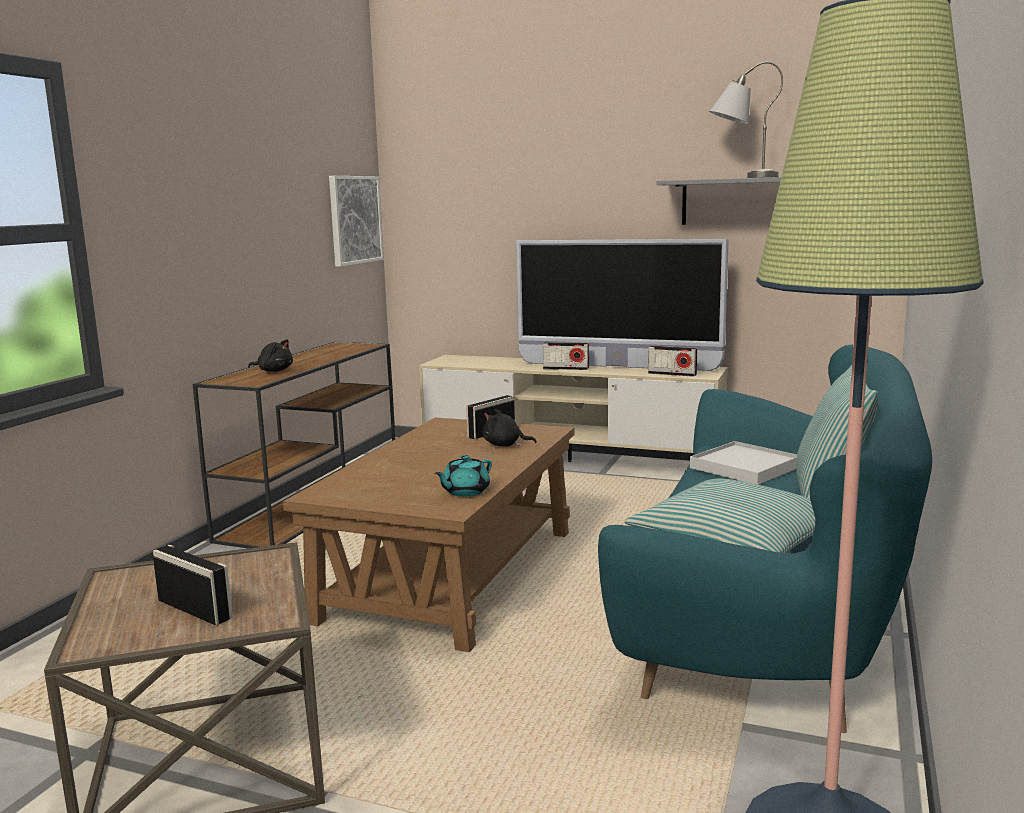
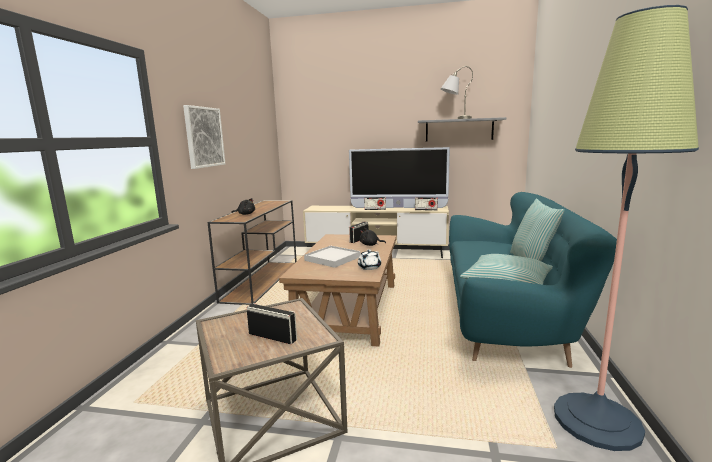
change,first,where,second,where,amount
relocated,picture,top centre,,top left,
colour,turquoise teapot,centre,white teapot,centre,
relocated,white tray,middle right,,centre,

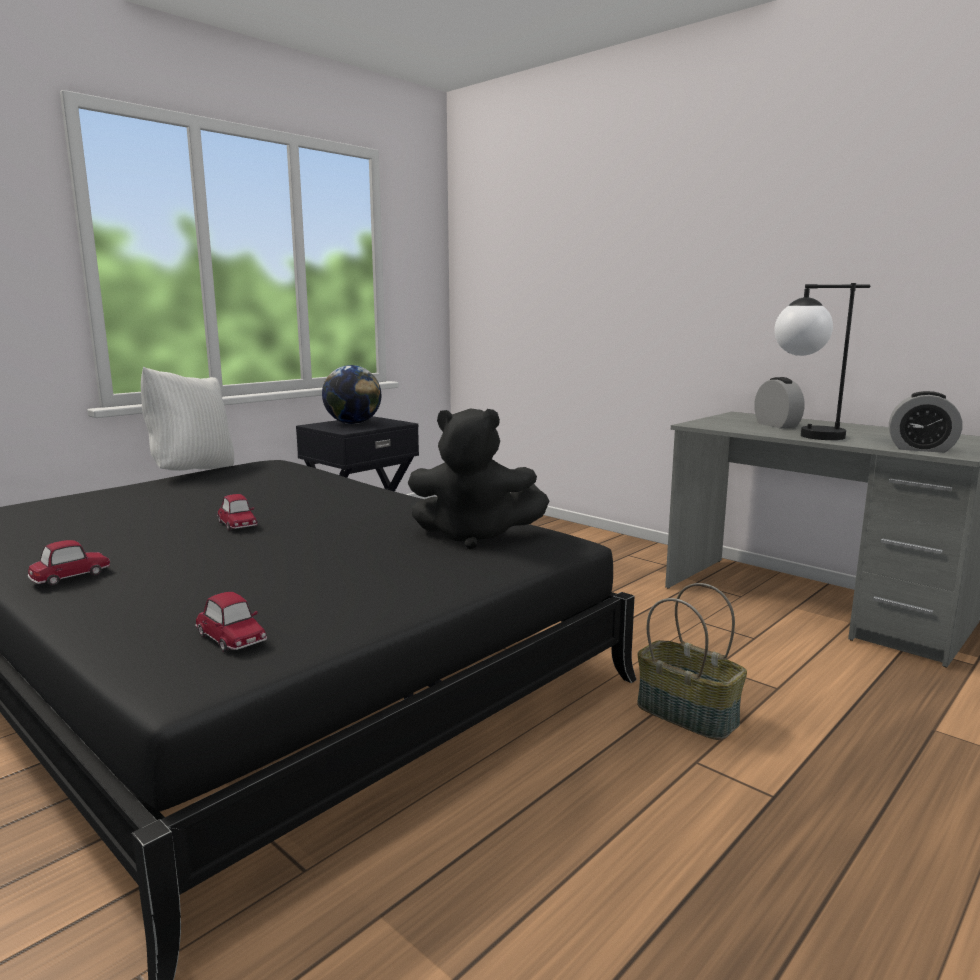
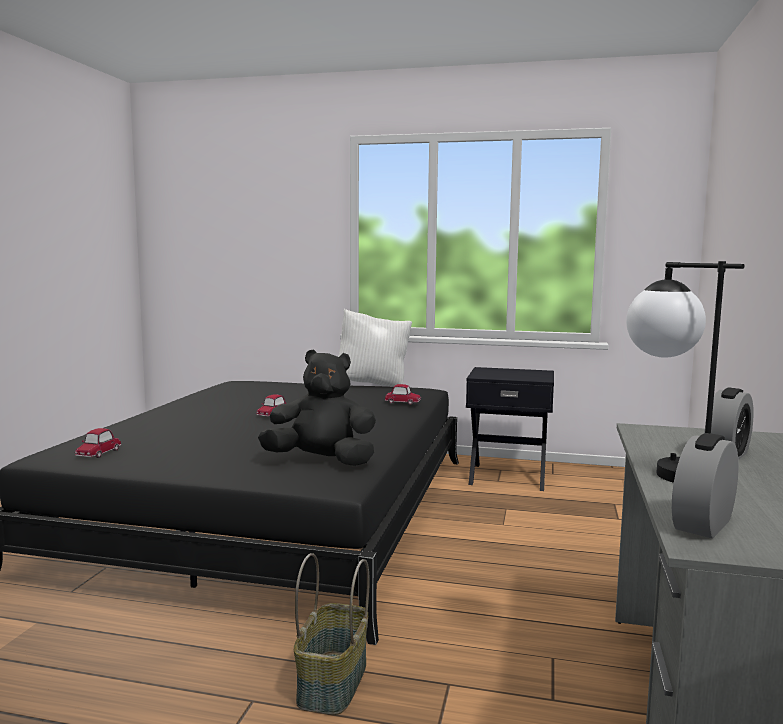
change,first,where,second,where,amount
relocated,toy car (no. 1 from left in the first image),middle left,toy car (no. 3 from left),centre,
missing,globe,centre,,,
spun,black plush toy,centre,,centre,120 degrees clockwise
spun,alarm clock (no. 2 from left in the first image),middle right,alarm clock (no. 1 from left),bottom right,45 degrees clockwise

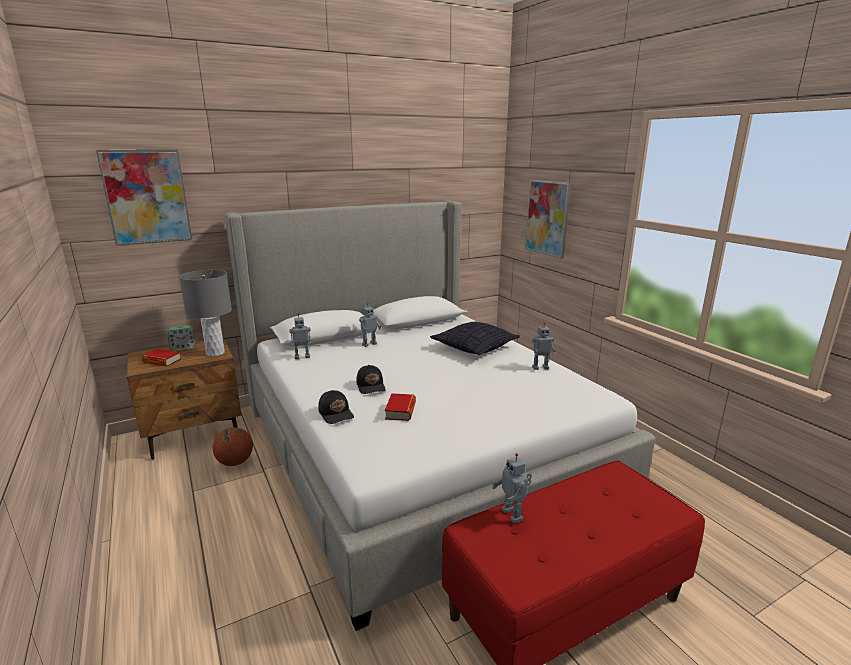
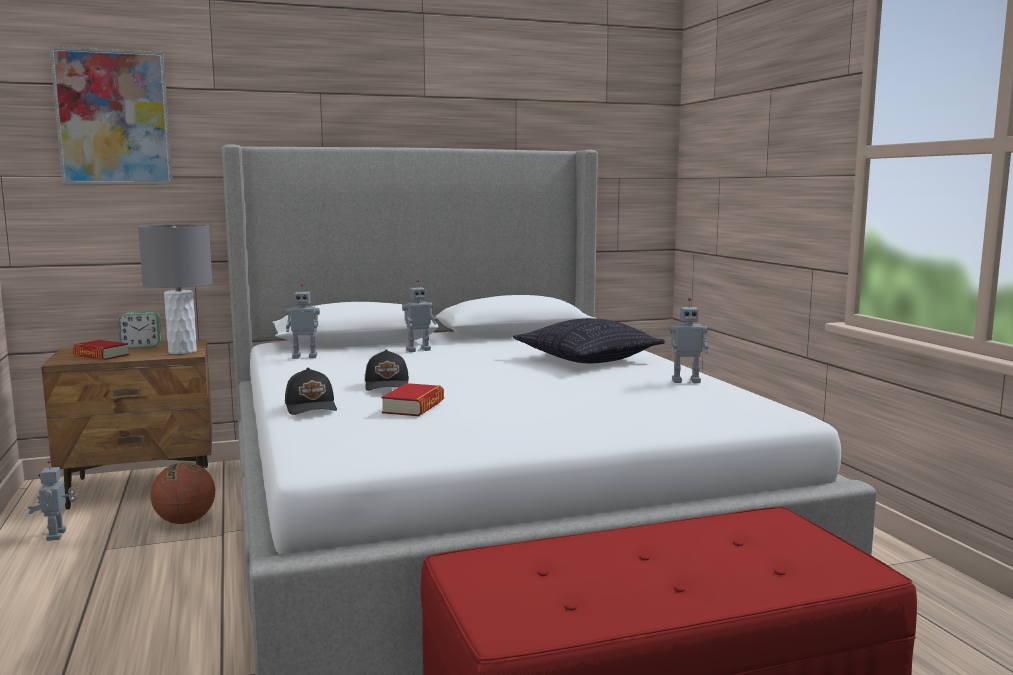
change,first,where,second,where,amount
relocated,toy robot (no. 3 from left in the first image),bottom centre,toy robot (no. 1 from left),bottom left,
missing,picture (no. 2 from left),top centre,,,

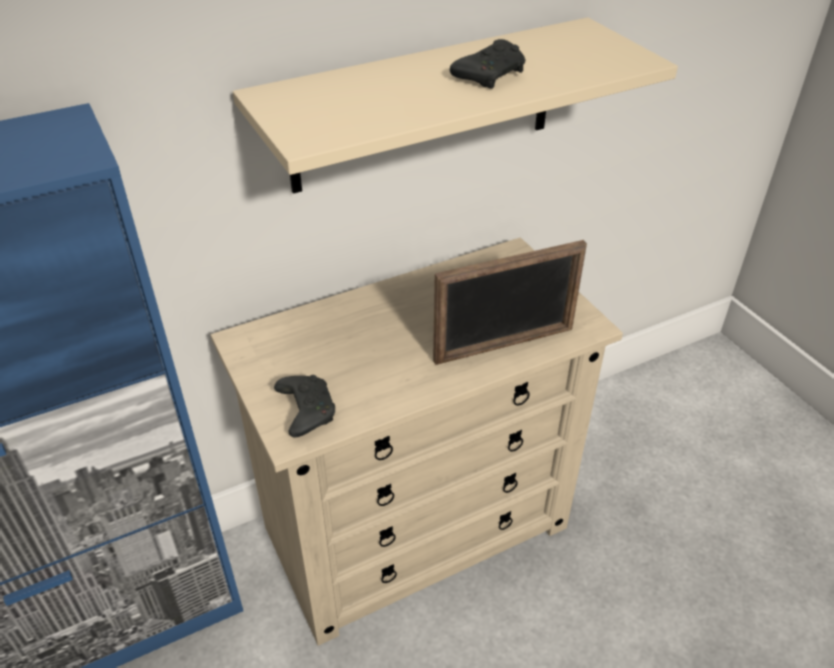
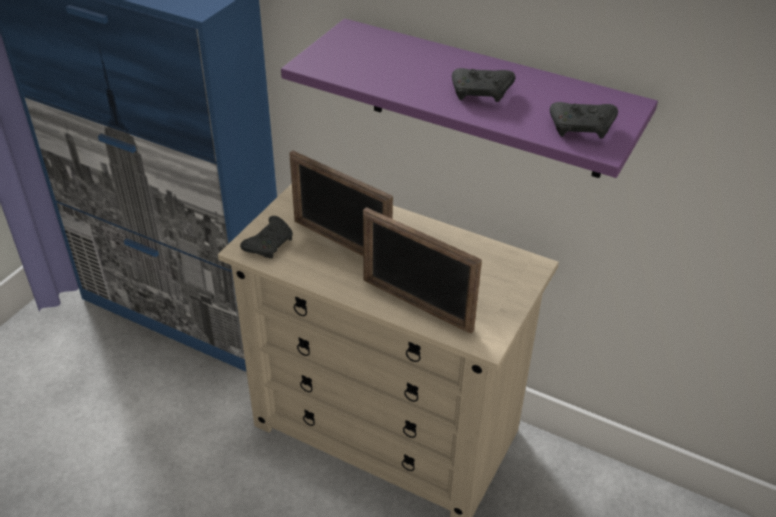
change,first,where,second,where,amount
colour,beige shelf,top centre,purple shelf,top centre,
appeared,,,picture frame (no. 1 from left),centre,
appeared,,,black game controller (no. 3 from left),top right,

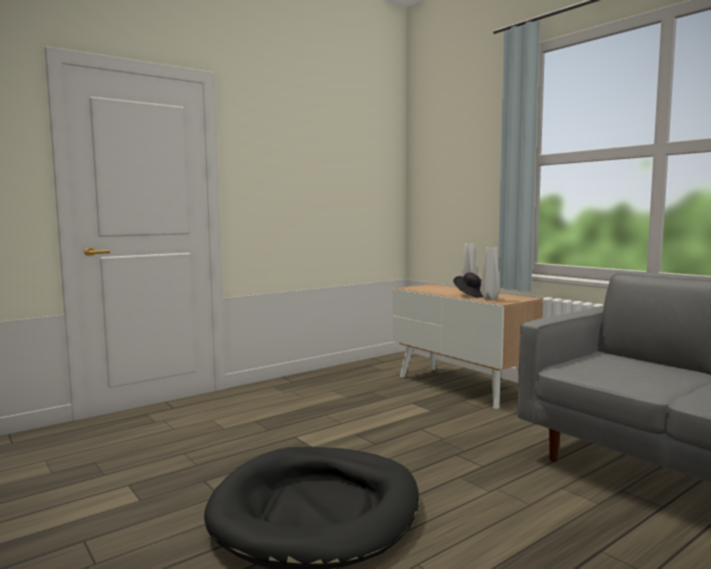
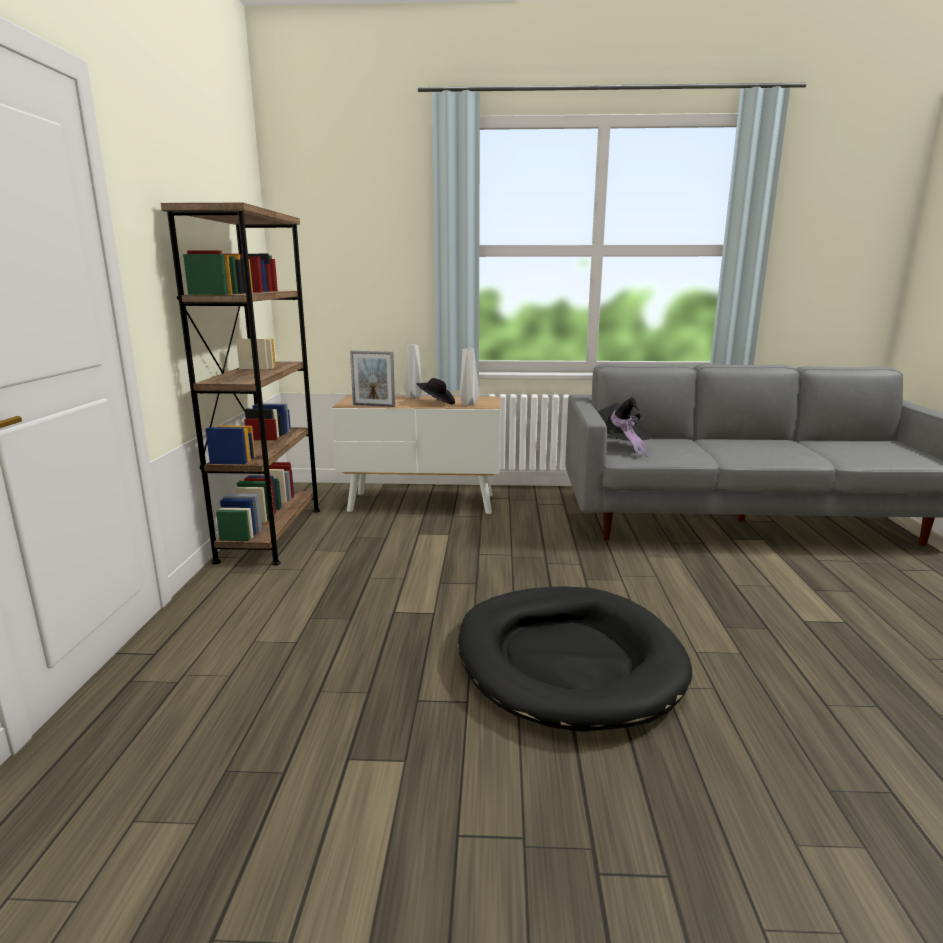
change,first,where,second,where,amount
appeared,,,brown bookcase,middle left,
appeared,,,picture frame,centre,
appeared,,,black hat (no. 2 from left),centre,

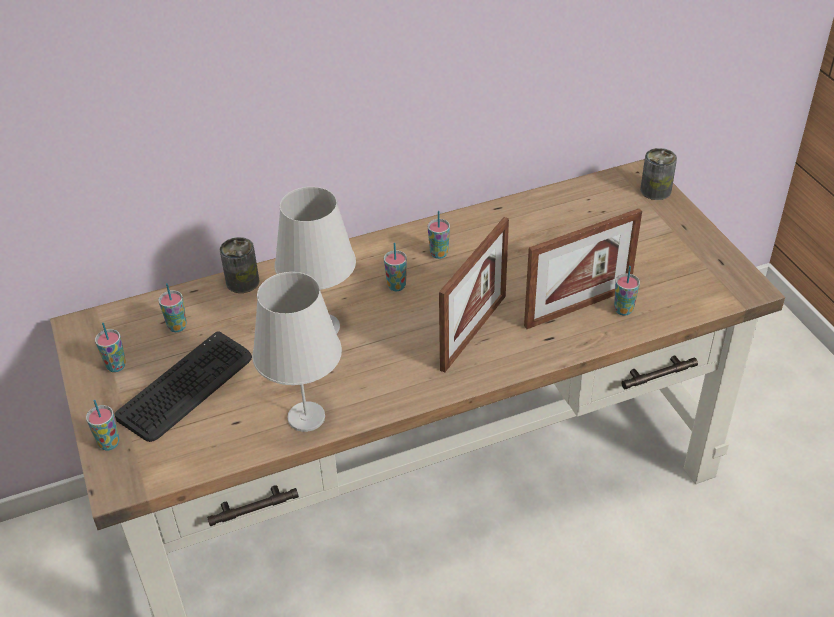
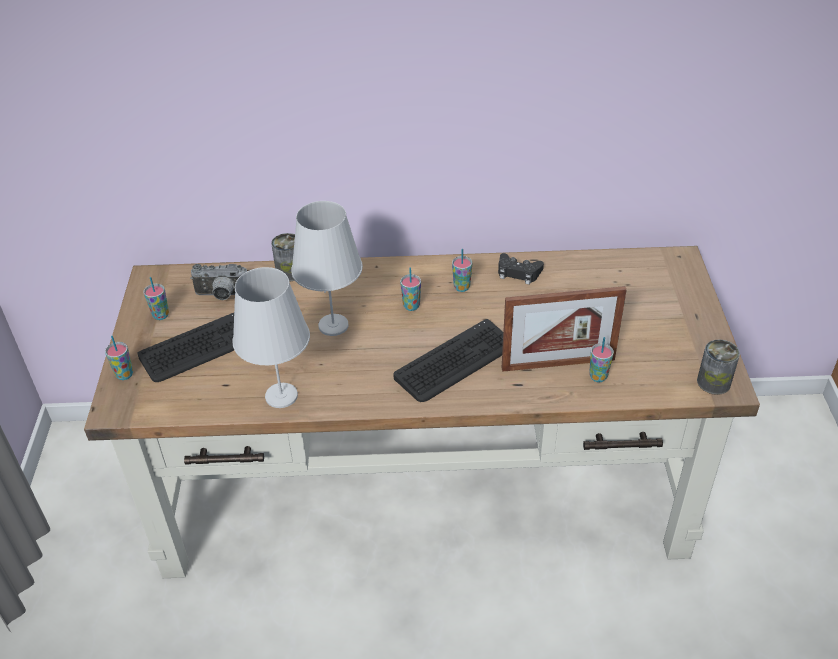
change,first,where,second,where,amount
exchanged,cup (no. 3 from left),middle left,photo camera,middle left,
exchanged,picture frame (no. 1 from left),centre,keyboard (no. 2 from left),centre,
relocated,can (no. 2 from left),top right,,middle right,
appeared,,,black game controller,centre,

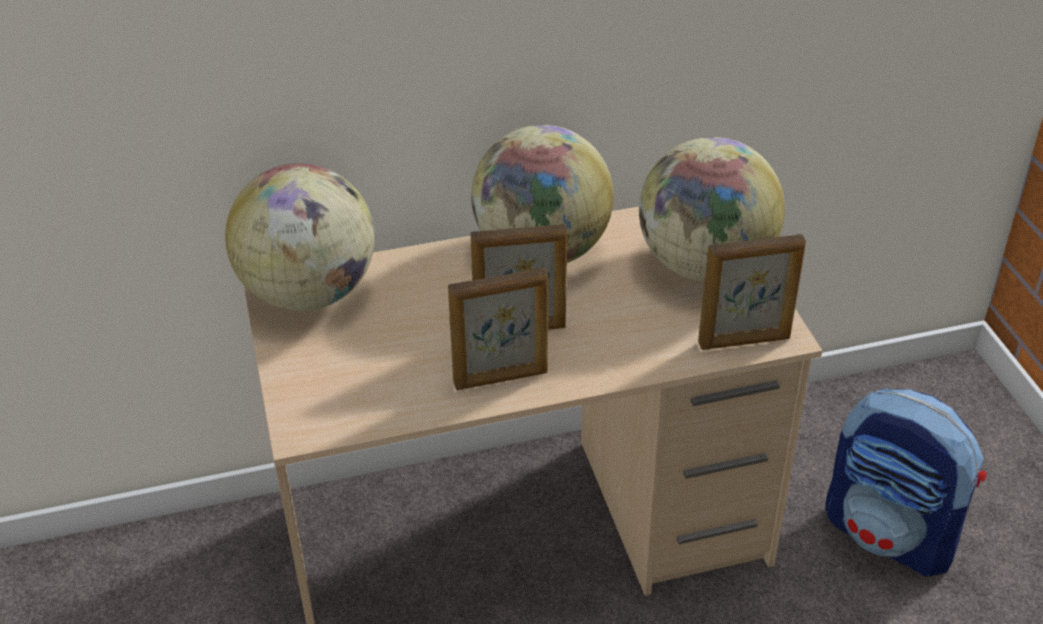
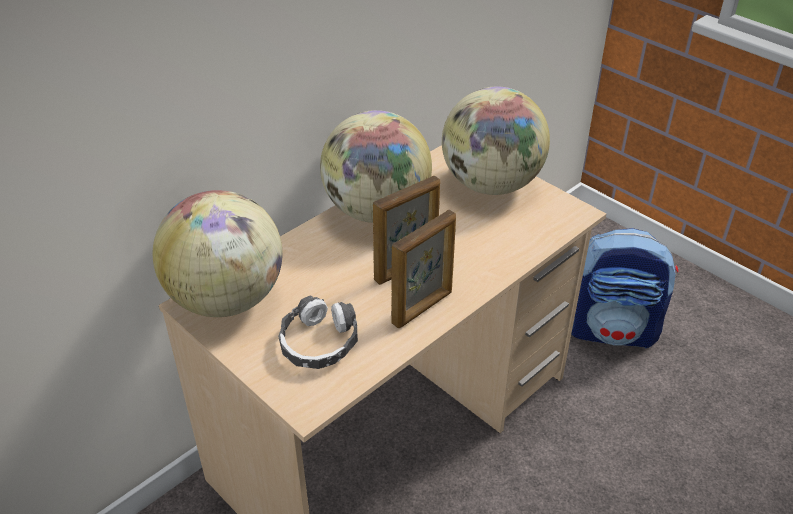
change,first,where,second,where,amount
missing,picture frame (no. 3 from left),middle right,,,
appeared,,,headphones,centre,

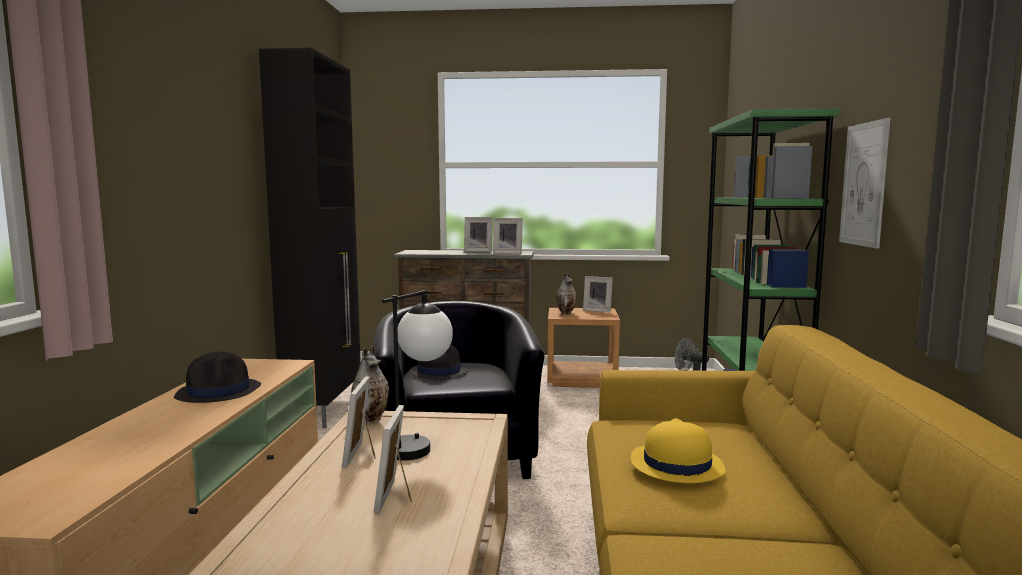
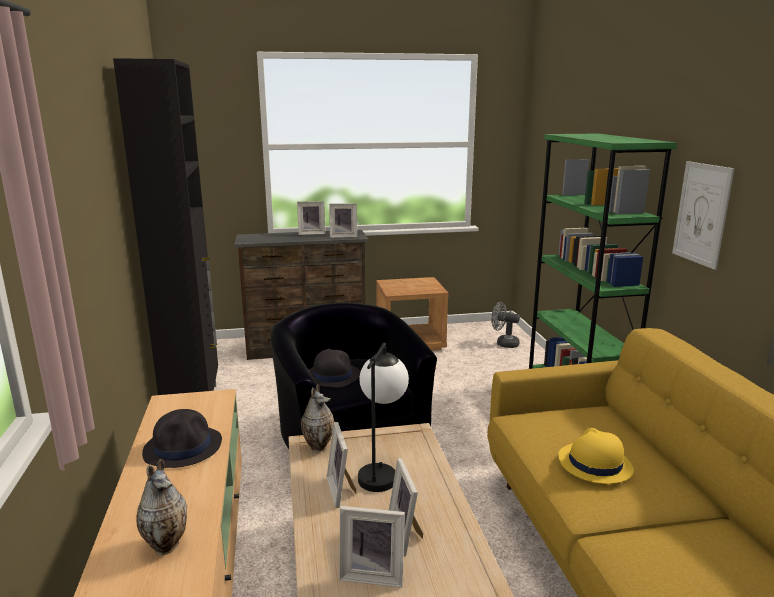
change,first,where,second,where,amount
relocated,vase (no. 2 from left in the first image),centre,vase (no. 1 from left),bottom left,
relocated,picture frame (no. 5 from left in the first image),centre,picture frame (no. 4 from left),bottom centre,

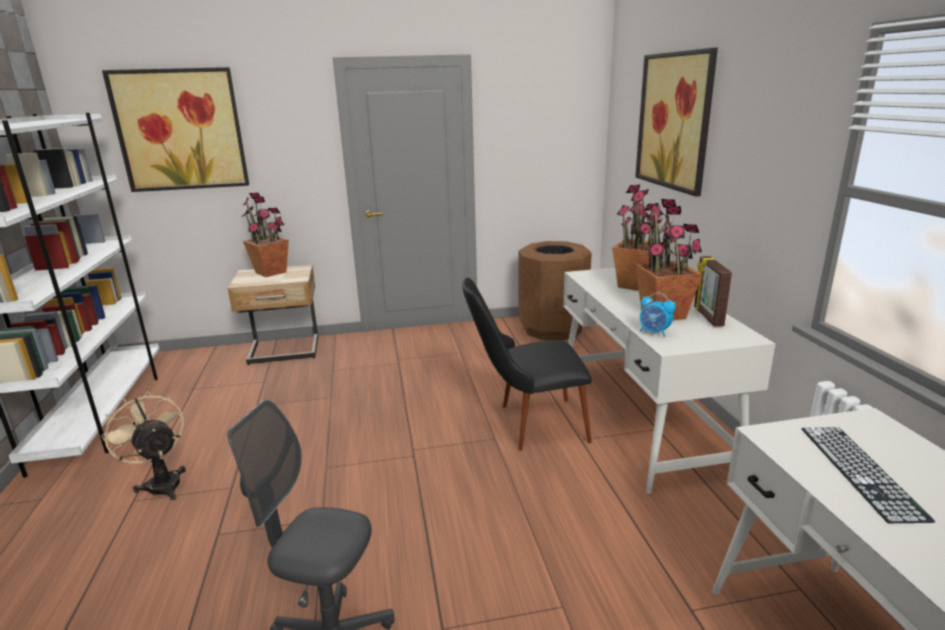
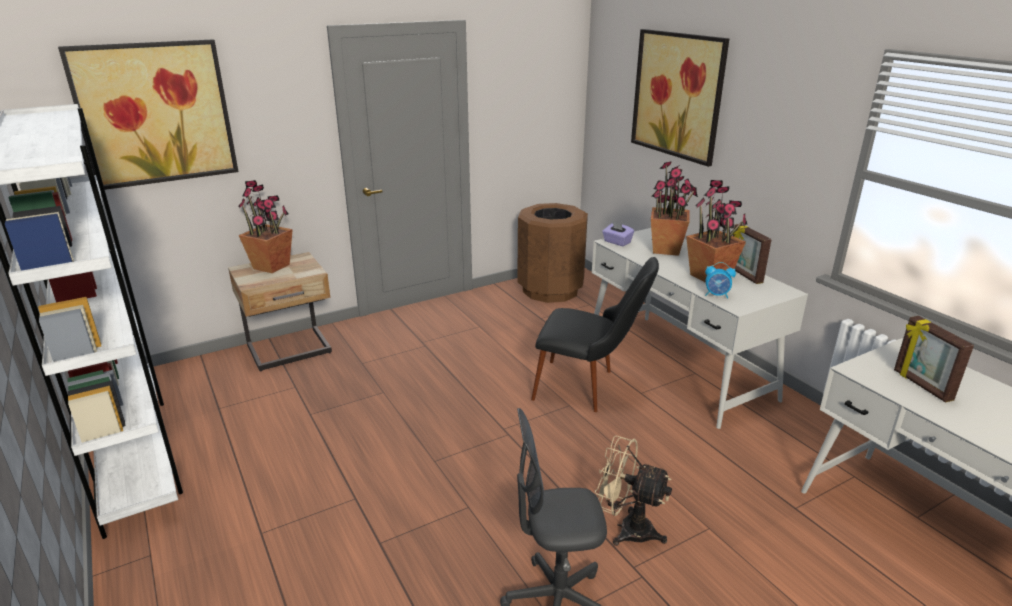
change,first,where,second,where,amount
relocated,beige fan,bottom left,,bottom centre,
spun,black chair,centre,,centre,135 degrees counterclockwise
exchanged,keyboard,bottom right,picture frame (no. 2 from left),middle right,
appeared,,,purple tissue box,centre,

